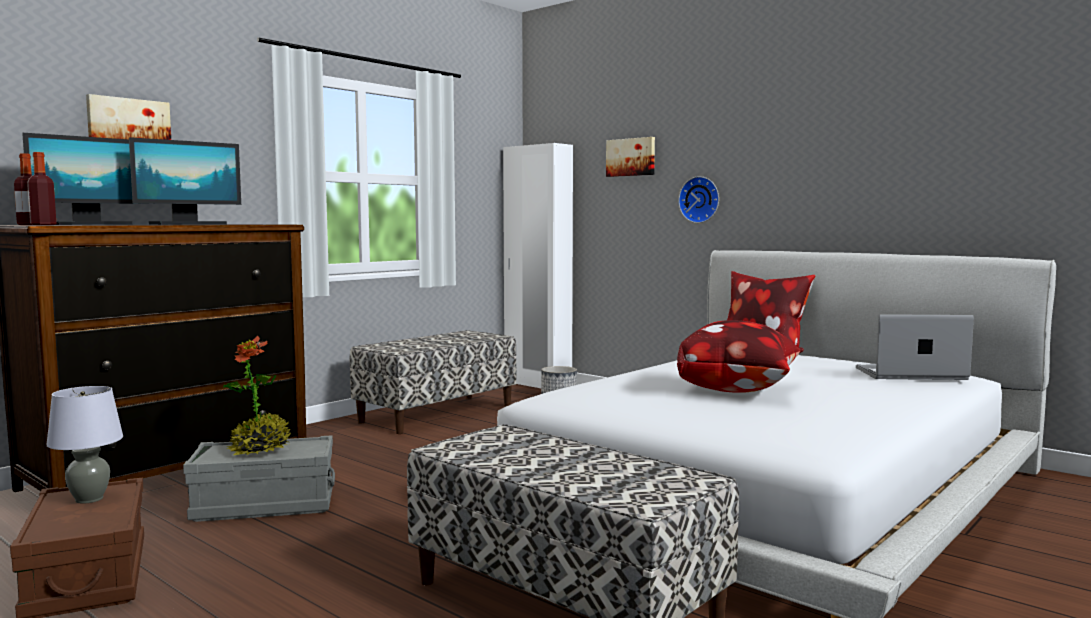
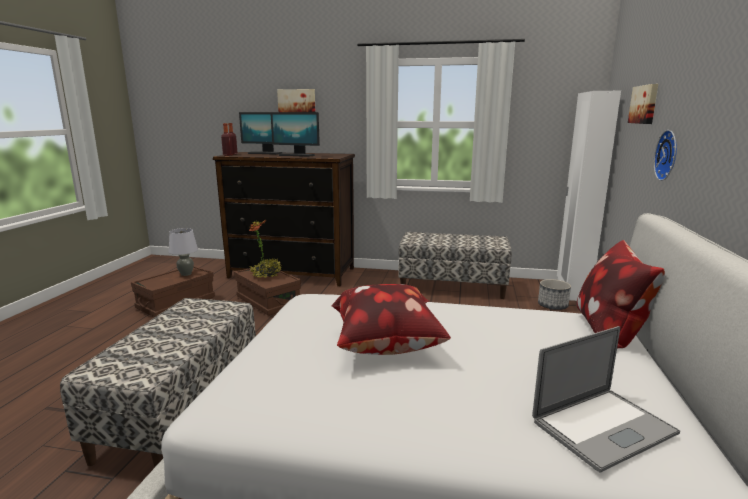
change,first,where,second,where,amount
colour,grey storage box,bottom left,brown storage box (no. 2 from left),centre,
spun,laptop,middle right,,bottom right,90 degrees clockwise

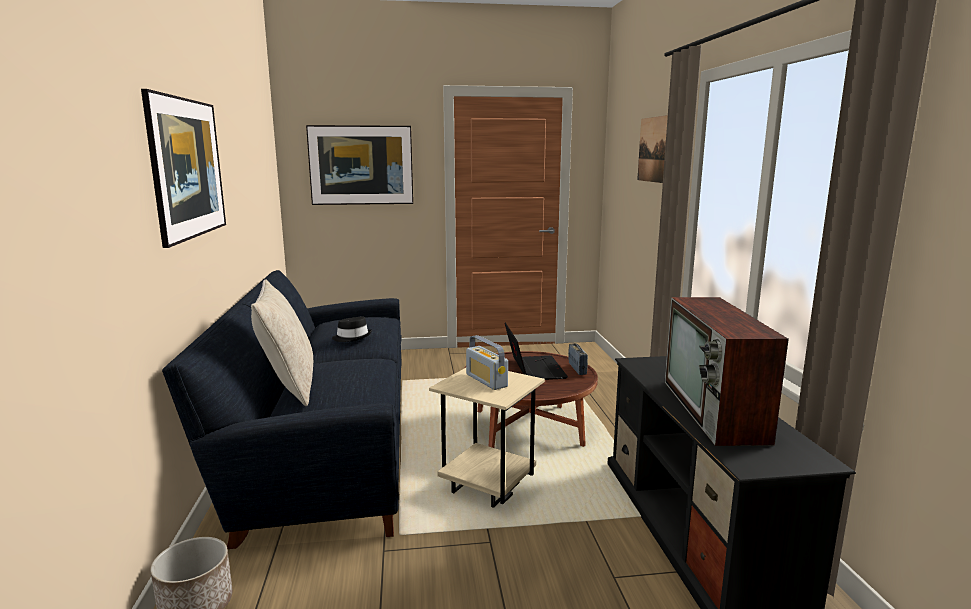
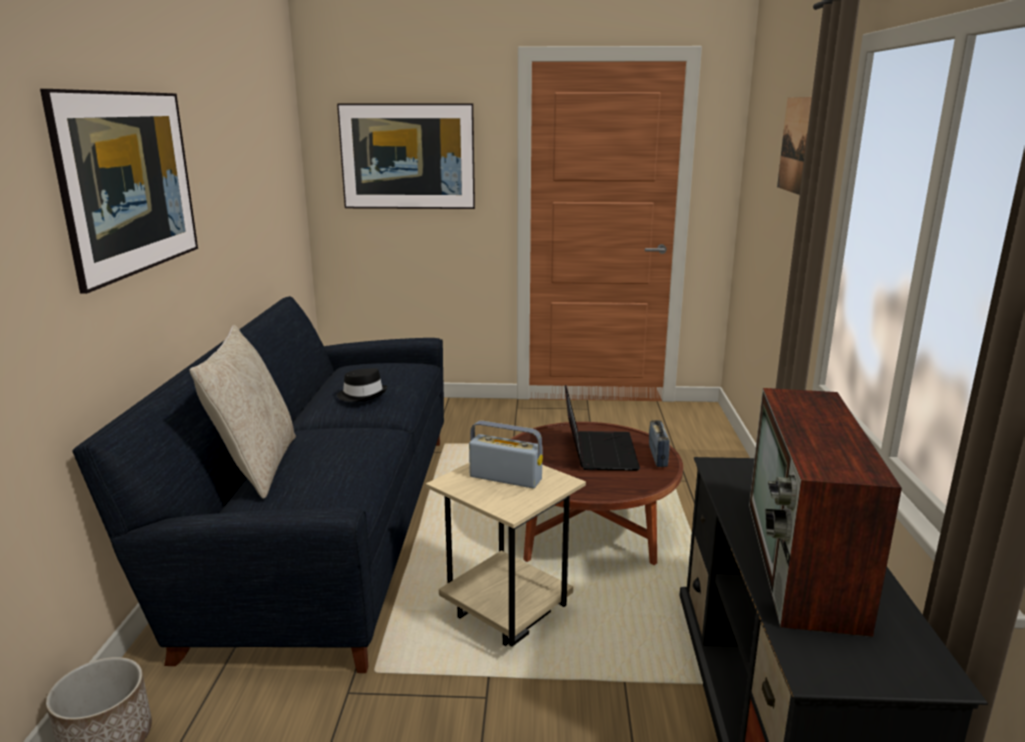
change,first,where,second,where,amount
spun,radio (no. 1 from left),centre,,centre,135 degrees clockwise

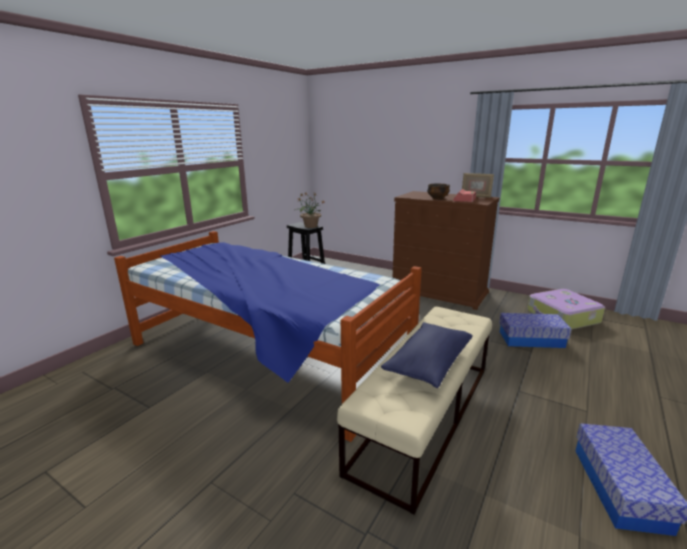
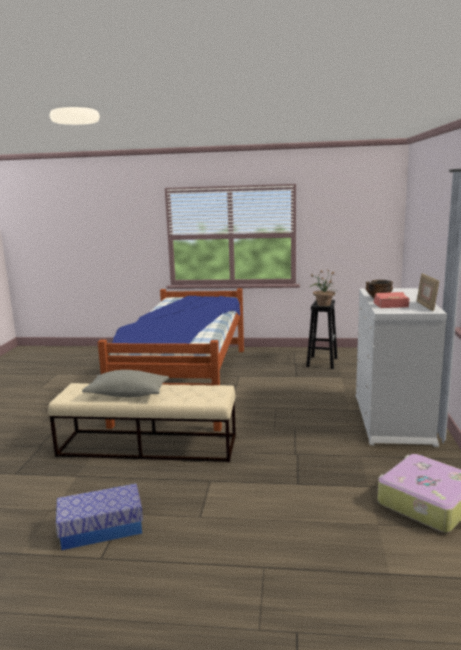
change,first,where,second,where,amount
colour,blue pillow,centre,grey pillow,middle left,
colour,brown dresser,centre,white dresser,middle right,
missing,storage box (no. 1 from left),middle right,,,

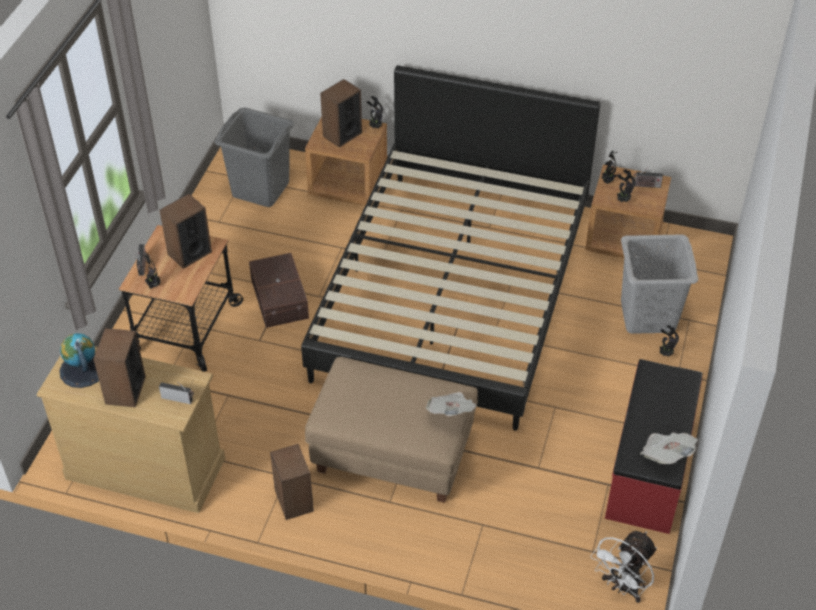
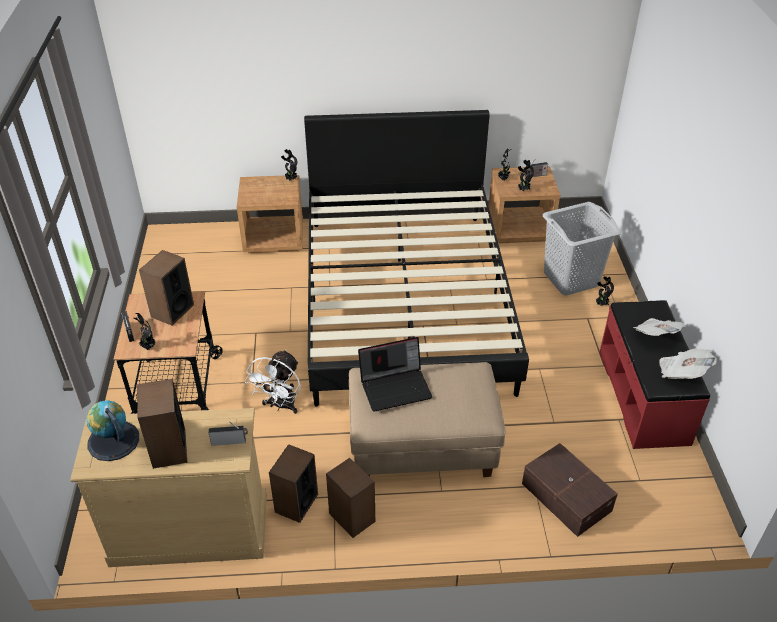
change,first,where,second,where,amount
missing,grey laundry basket (no. 1 from left),top left,,,
relocated,brown storage box,centre,,bottom right,
relocated,speaker (no. 4 from left in the first image),top centre,speaker (no. 3 from left),bottom centre,
relocated,newspaper (no. 1 from left),centre,,middle right,
relocated,white fan,bottom right,,centre,
appeared,,,laptop,centre,

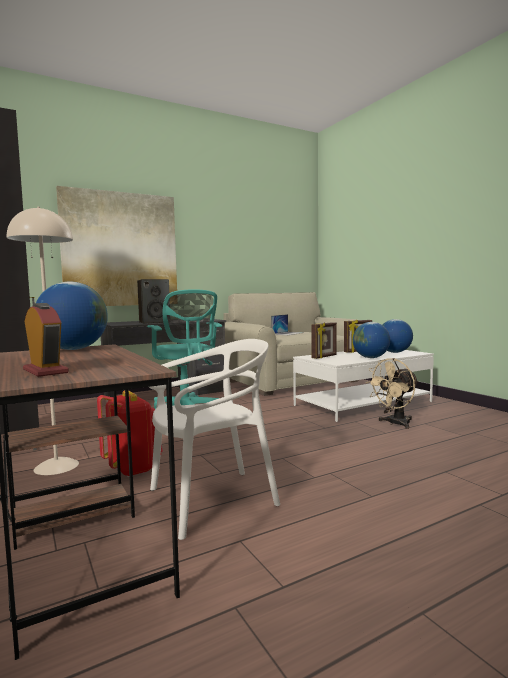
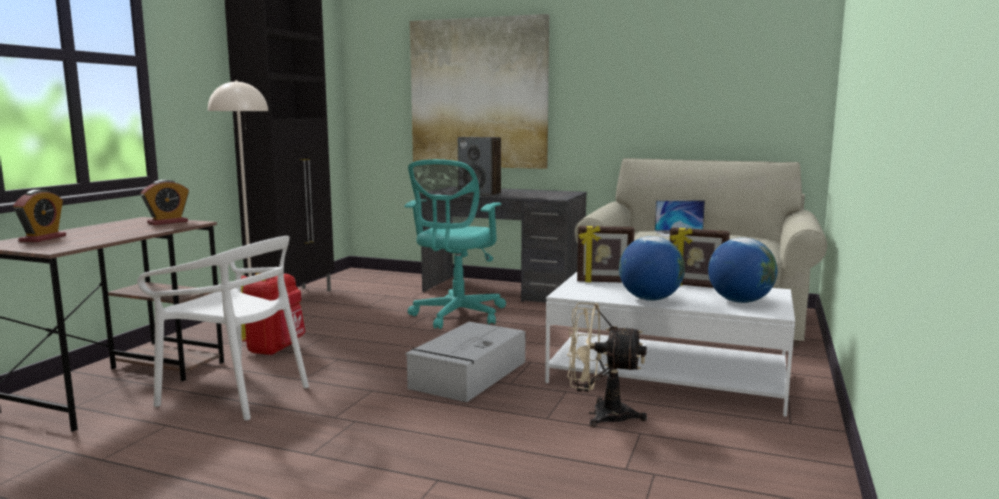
change,first,where,second,where,amount
exchanged,globe (no. 1 from left),middle left,alarm clock (no. 2 from left),middle left,
appeared,,,grey storage box,bottom centre,

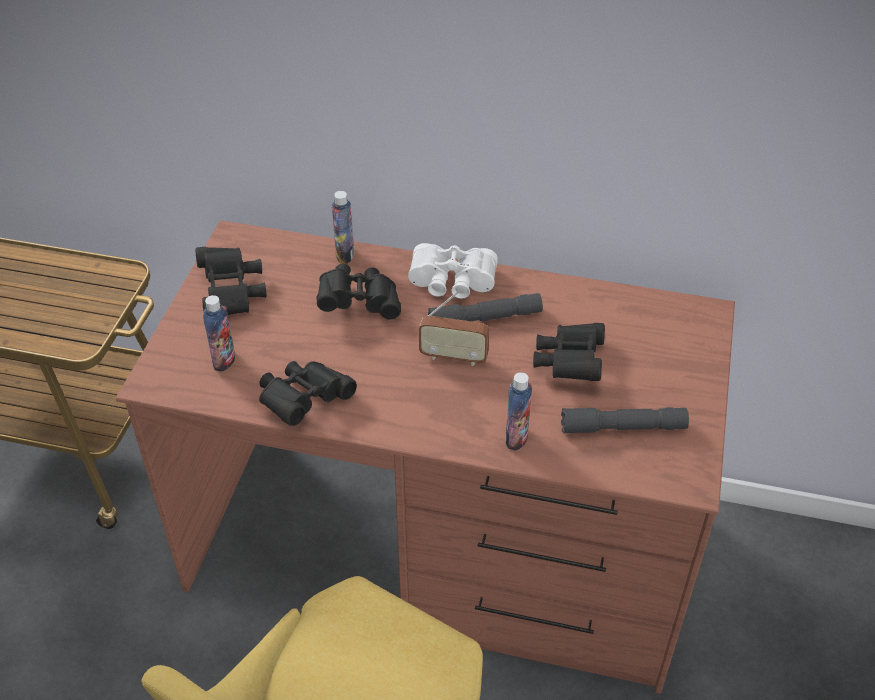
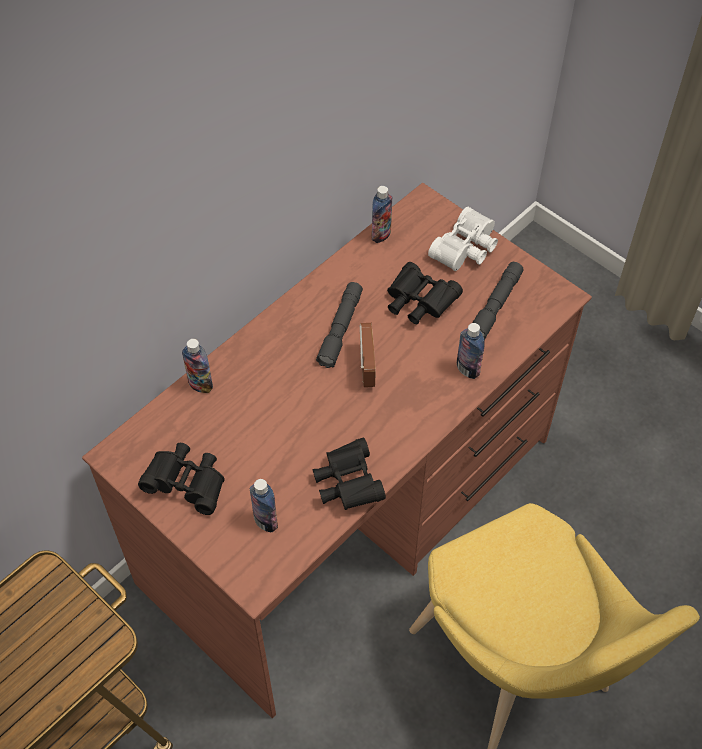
change,first,where,second,where,amount
missing,black binoculars (no. 3 from left),centre,,,
relocated,white binoculars,centre,,top centre,
spun,radio,centre,,centre,45 degrees counterclockwise
appeared,,,bottle (no. 3 from left),top centre,

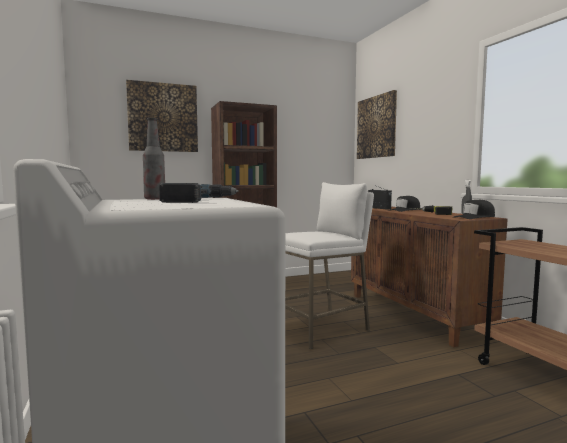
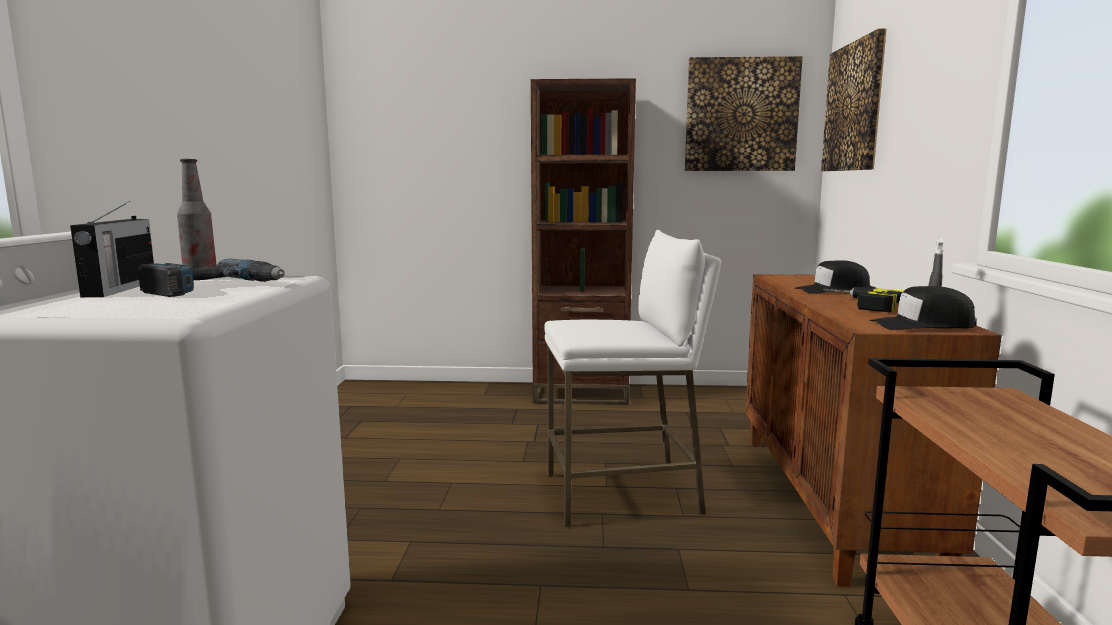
change,first,where,second,where,amount
relocated,picture (no. 1 from left),top left,,top right,
relocated,radio,middle right,,middle left,

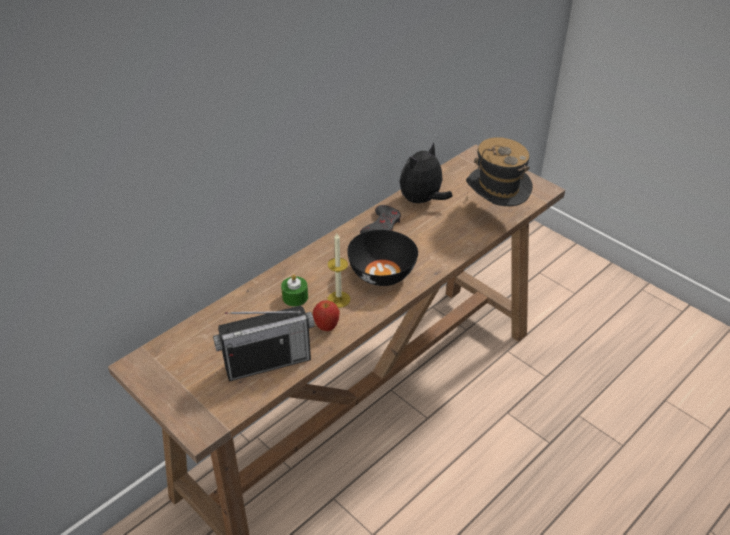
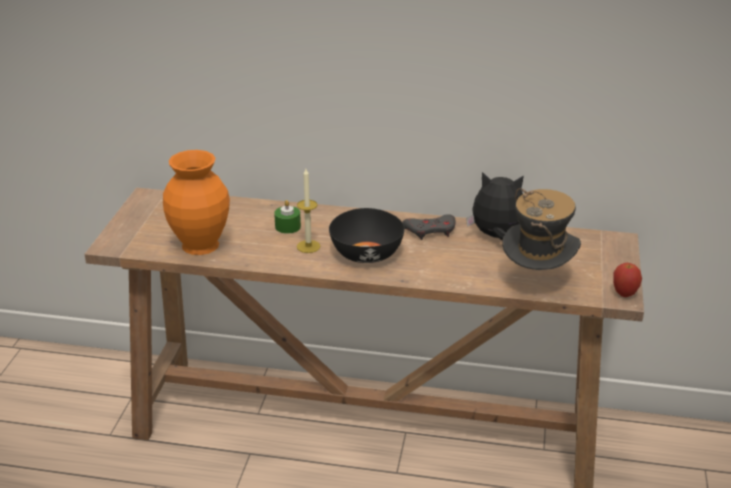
change,first,where,second,where,amount
exchanged,radio,centre,orange vase,middle left,
relocated,apple,centre,,middle right,

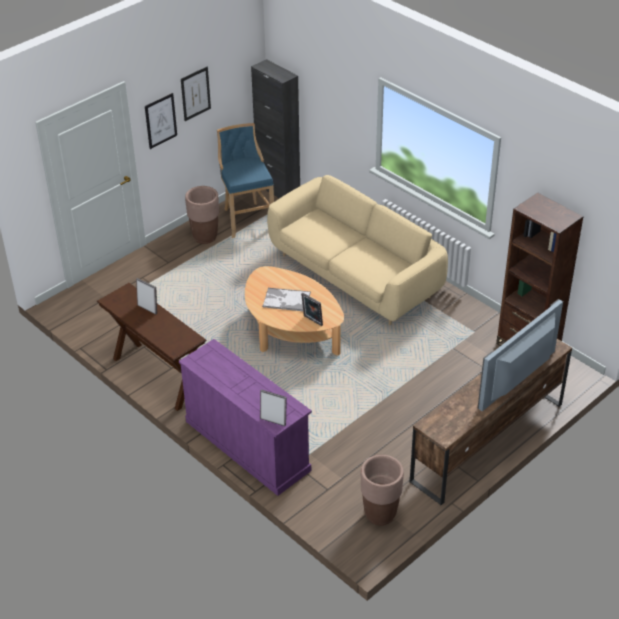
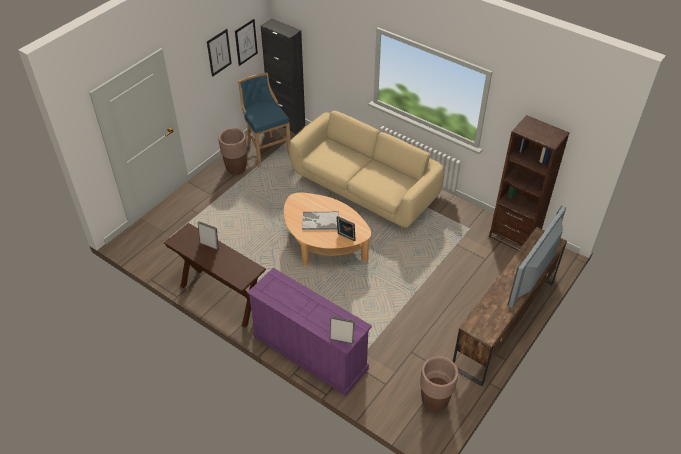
change,first,where,second,where,amount
relocated,picture (no. 1 from left in the first image),top left,picture (no. 2 from left),top centre,

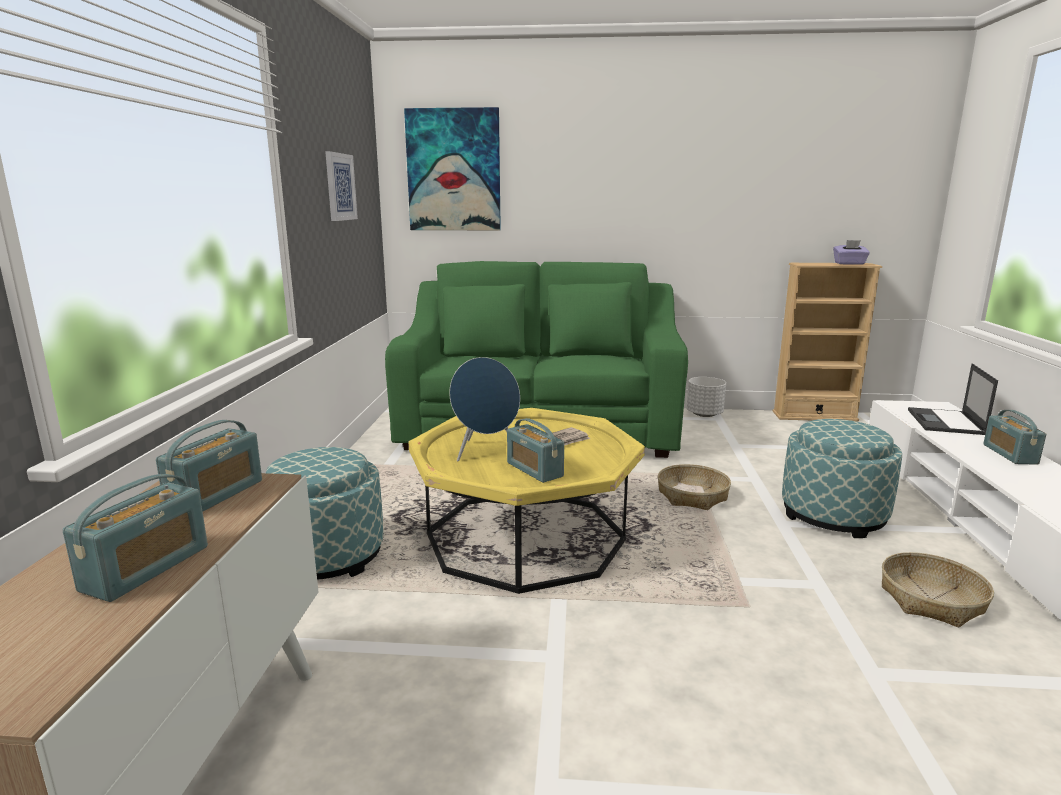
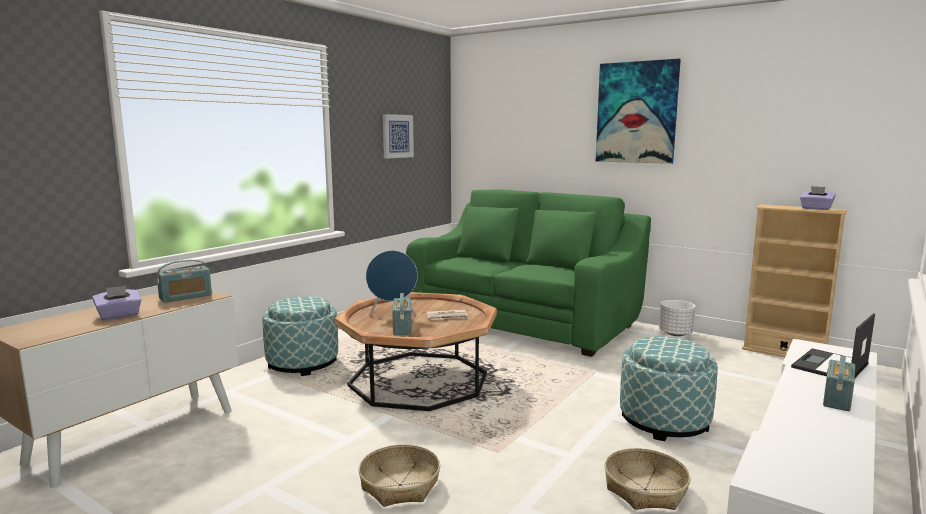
change,first,where,second,where,amount
exchanged,radio (no. 1 from left),bottom left,purple tissue box (no. 1 from left),middle left,
relocated,picture (no. 2 from left),top centre,,top right,
colour,yellow coffee table,centre,brown coffee table,bottom centre,
relocated,basket (no. 1 from left),centre,,bottom centre,

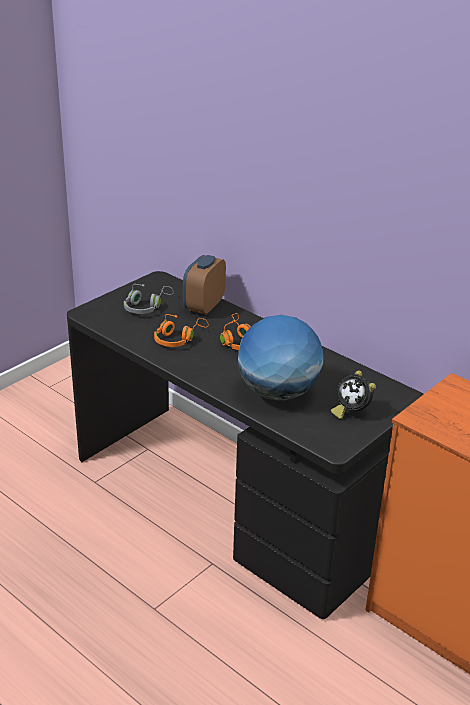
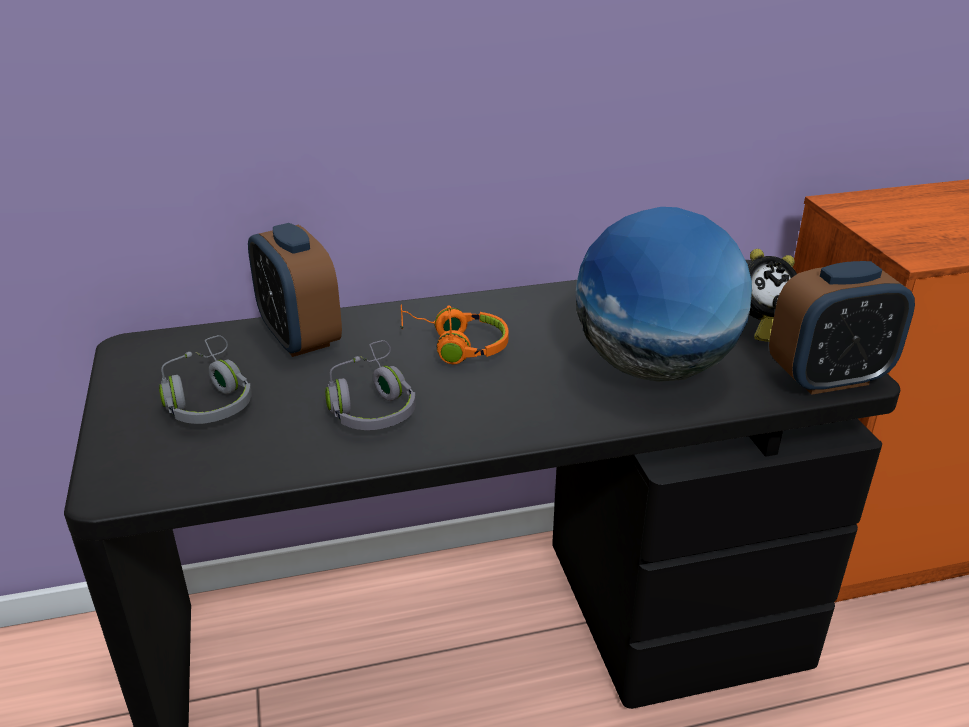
change,first,where,second,where,amount
colour,orange headphones (no. 1 from left),centre,grey headphones (no. 2 from left),centre,
appeared,,,alarm clock (no. 3 from left),middle right,

